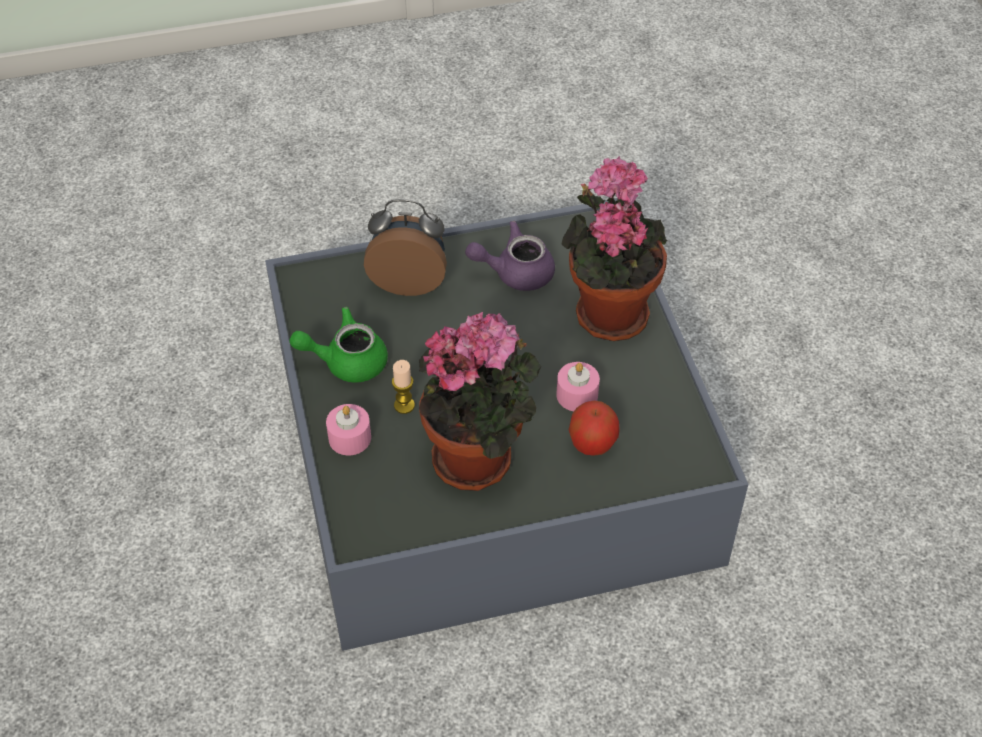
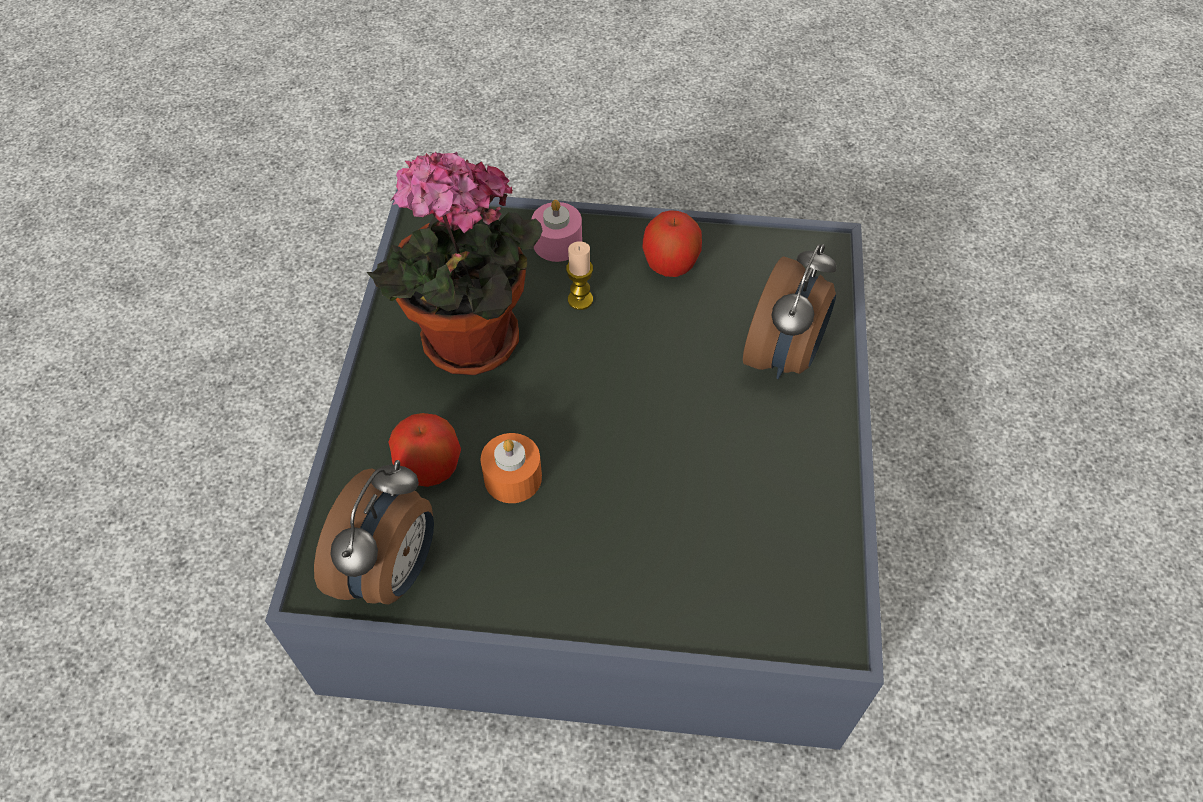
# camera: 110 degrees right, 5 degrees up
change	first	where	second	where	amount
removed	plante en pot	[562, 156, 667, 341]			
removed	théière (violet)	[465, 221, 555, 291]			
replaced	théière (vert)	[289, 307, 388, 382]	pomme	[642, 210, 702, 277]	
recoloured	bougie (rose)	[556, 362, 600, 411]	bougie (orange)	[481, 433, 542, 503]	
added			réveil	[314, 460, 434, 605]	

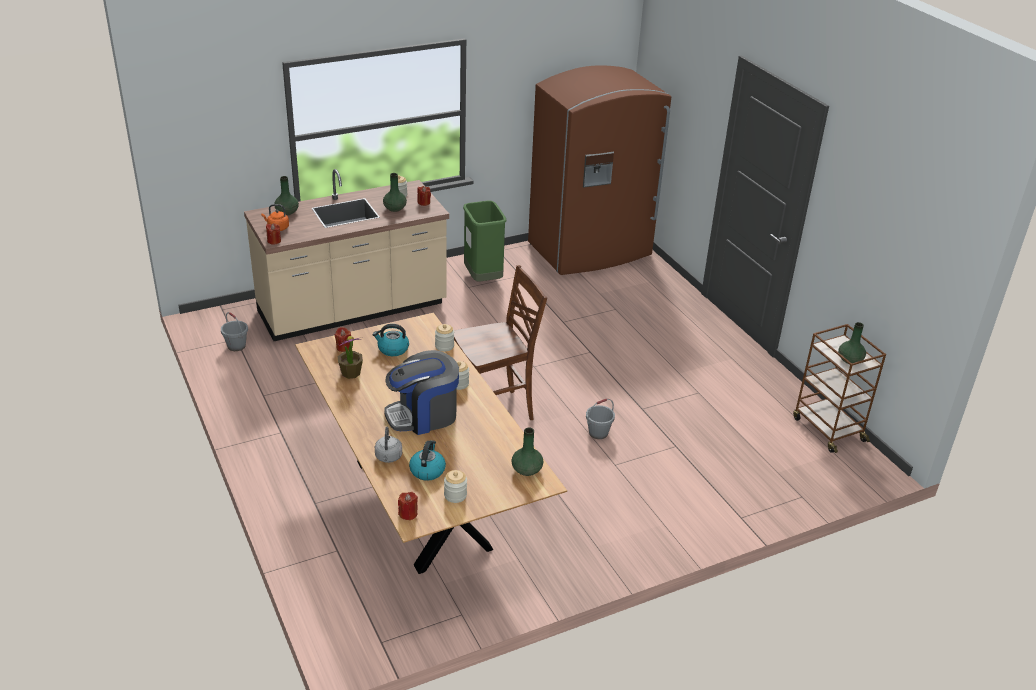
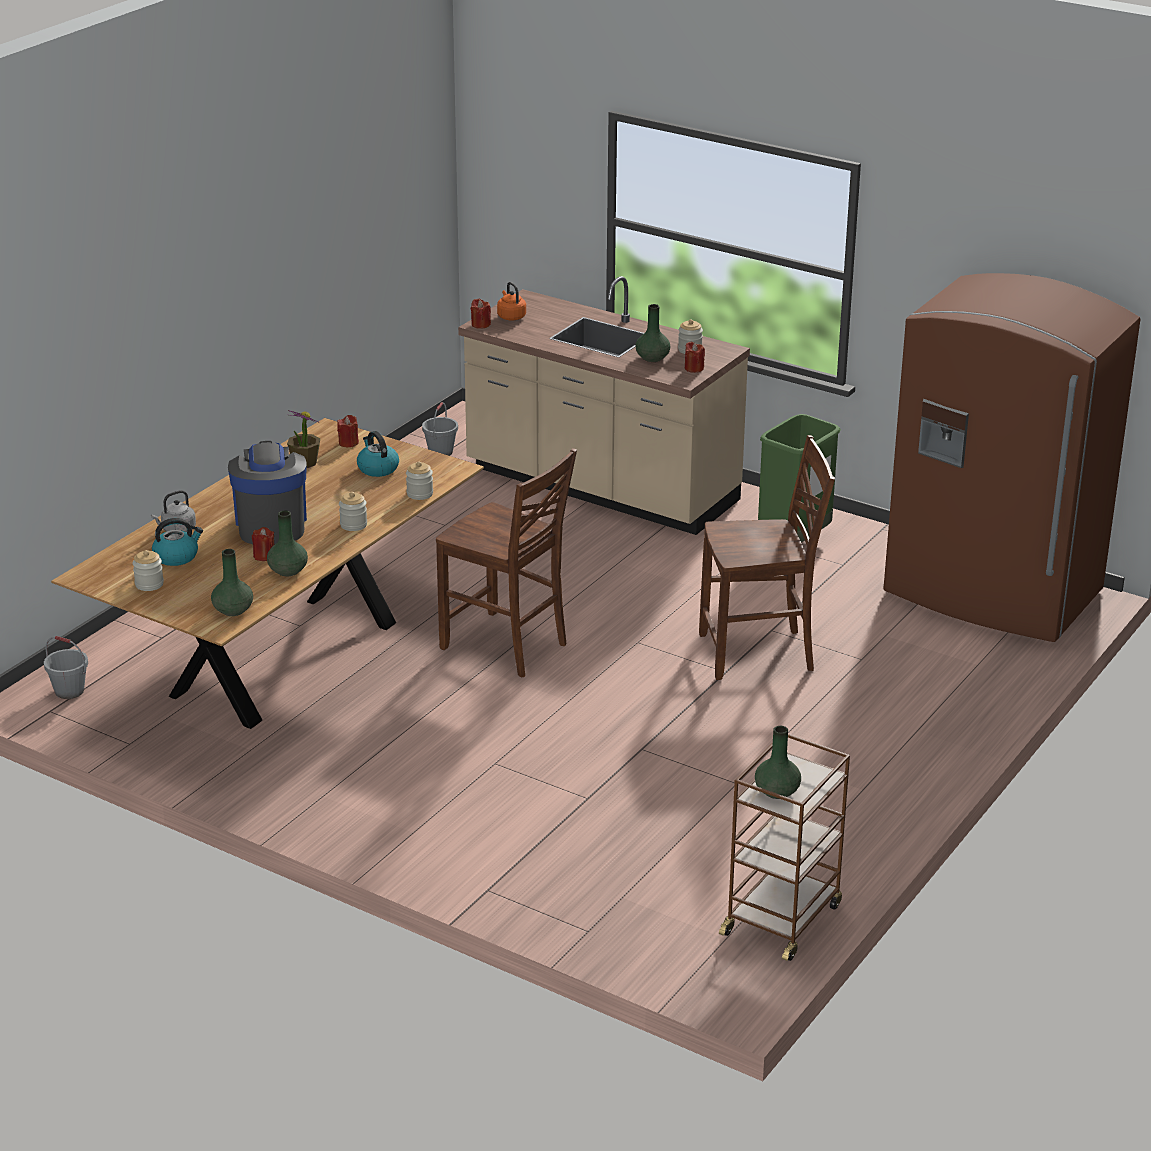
# camera: 60 degrees right, 5 degrees down
change	first	where	second	where	amount
moved	vase (vert)	[274, 176, 299, 215]		[267, 511, 308, 576]	
turned	machine à café	[384, 350, 459, 435]		[228, 441, 307, 545]	45 degrees clockwise
moved	seau (gris)	[586, 399, 615, 439]		[44, 636, 88, 699]	
moved	bougie (rouge)	[398, 492, 418, 520]		[252, 527, 274, 561]	
added			chaise (marron)	[699, 435, 835, 680]	

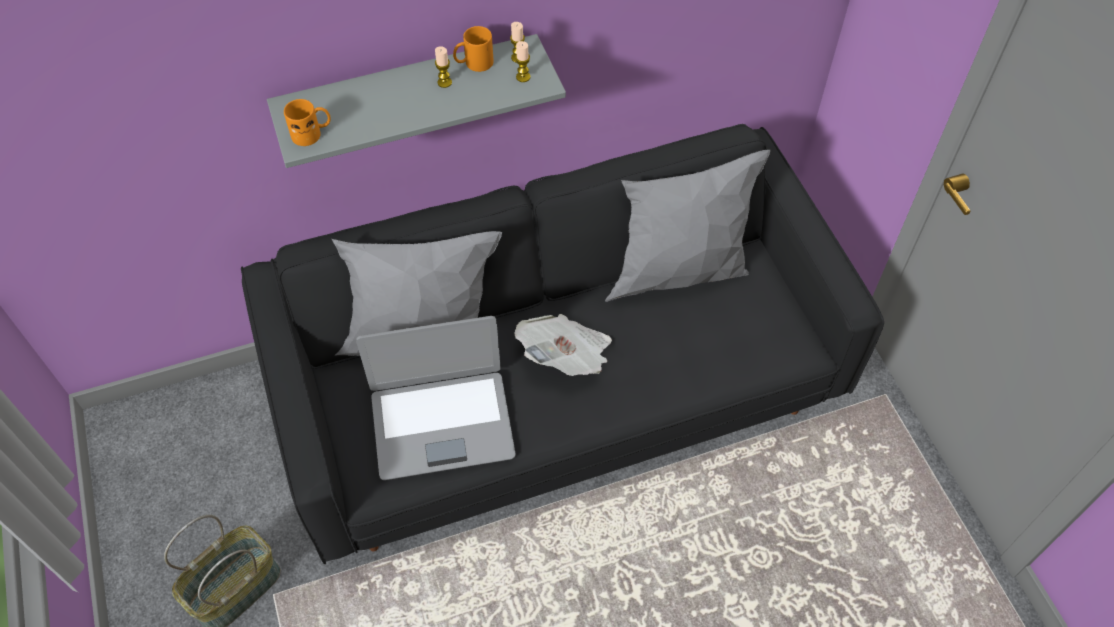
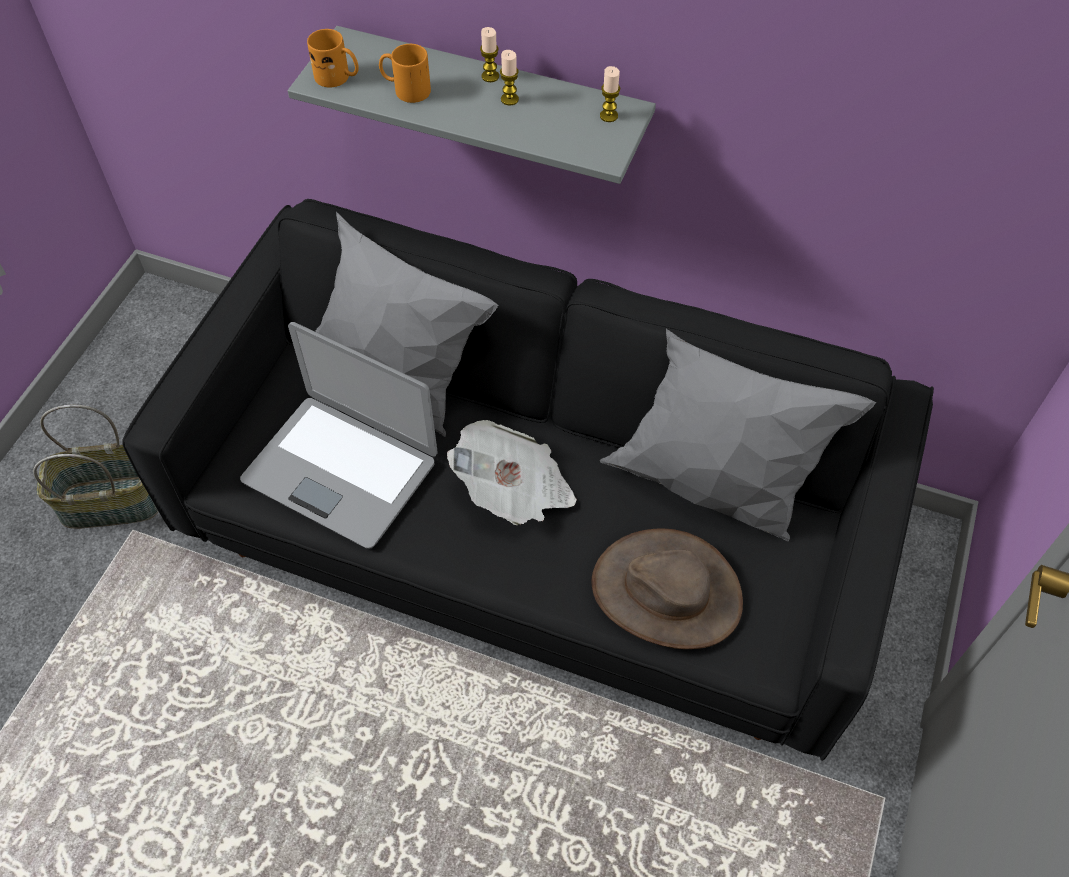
# camera: 40 degrees right, 0 degrees up
change	first	where	second	where	amount
moved	mug (orange)	[453, 26, 494, 72]		[379, 44, 431, 103]	
moved	bougie	[515, 41, 531, 82]		[480, 27, 499, 82]	
added			chapeau (marron)	[592, 529, 743, 649]	

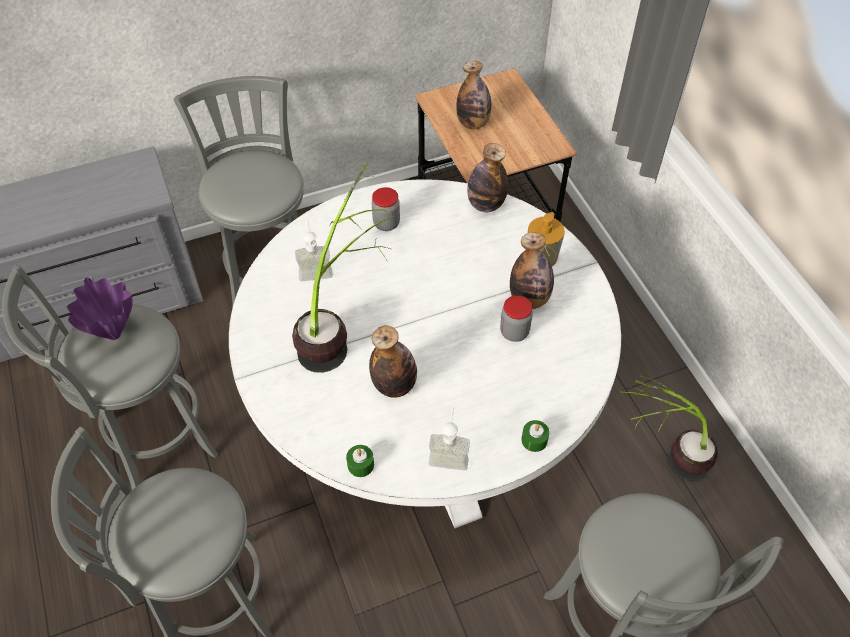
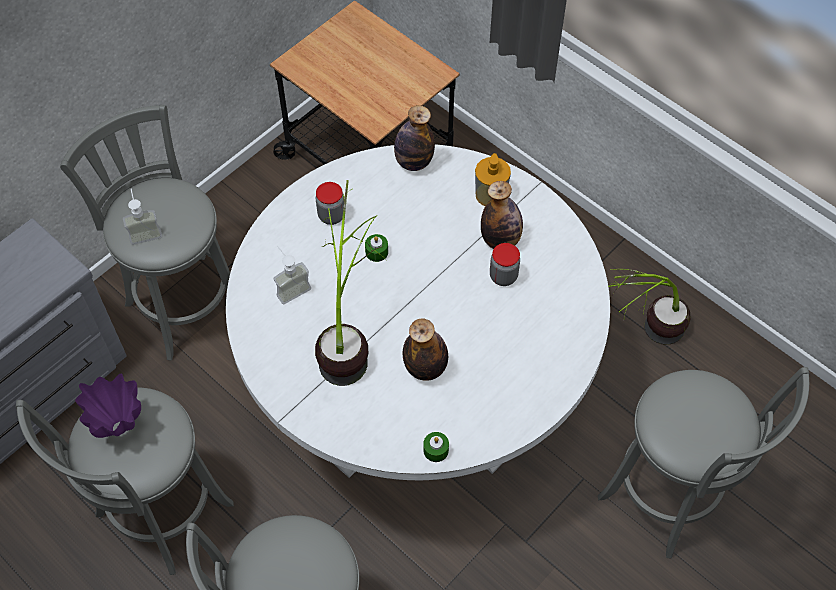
# camera: 25 degrees left, 5 degrees up
change	first	where	second	where	amount
removed	bouteille	[456, 61, 492, 129]			
moved	distributeur de savon	[429, 407, 470, 470]		[123, 189, 162, 245]	
moved	bougie (vert)	[521, 420, 550, 452]		[365, 234, 388, 262]	

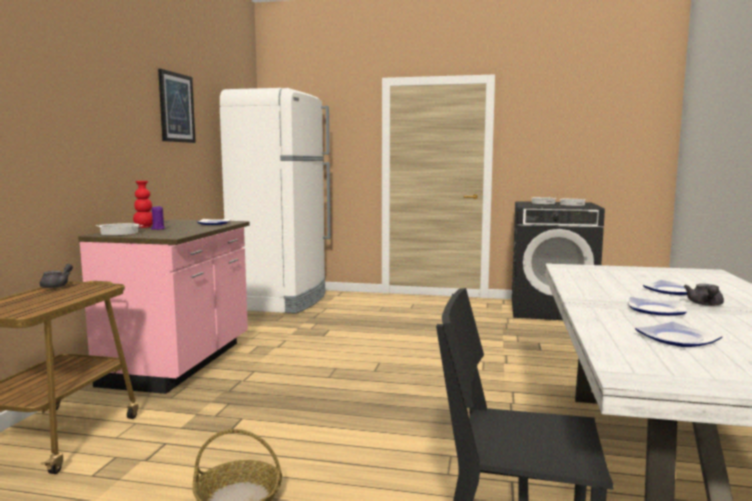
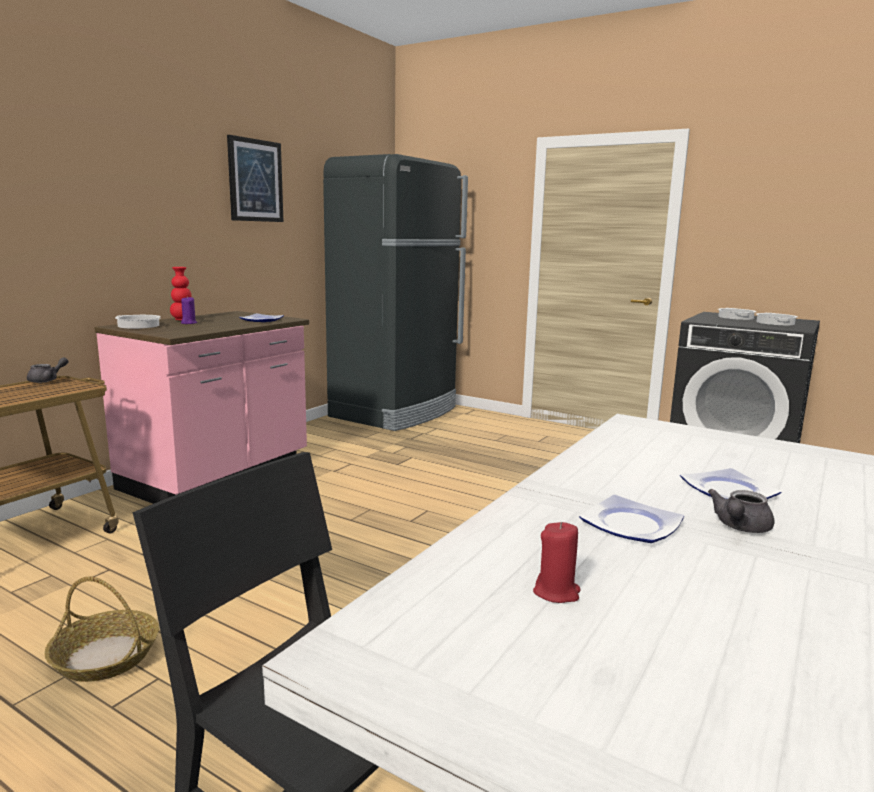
# camera: 20 degrees right, 5 degrees up
change	first	where	second	where	amount
recoloured	réfrigérateur (blanc)	[220, 88, 331, 314]	réfrigérateur (noir)	[323, 154, 468, 431]	
replaced	assiette	[635, 322, 722, 347]	bougie (rouge)	[533, 522, 581, 603]	

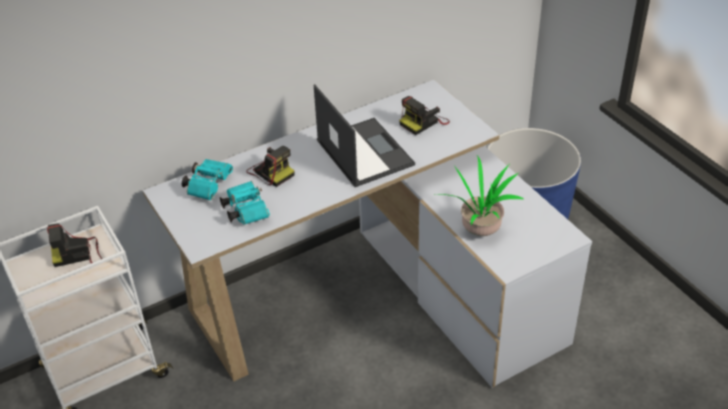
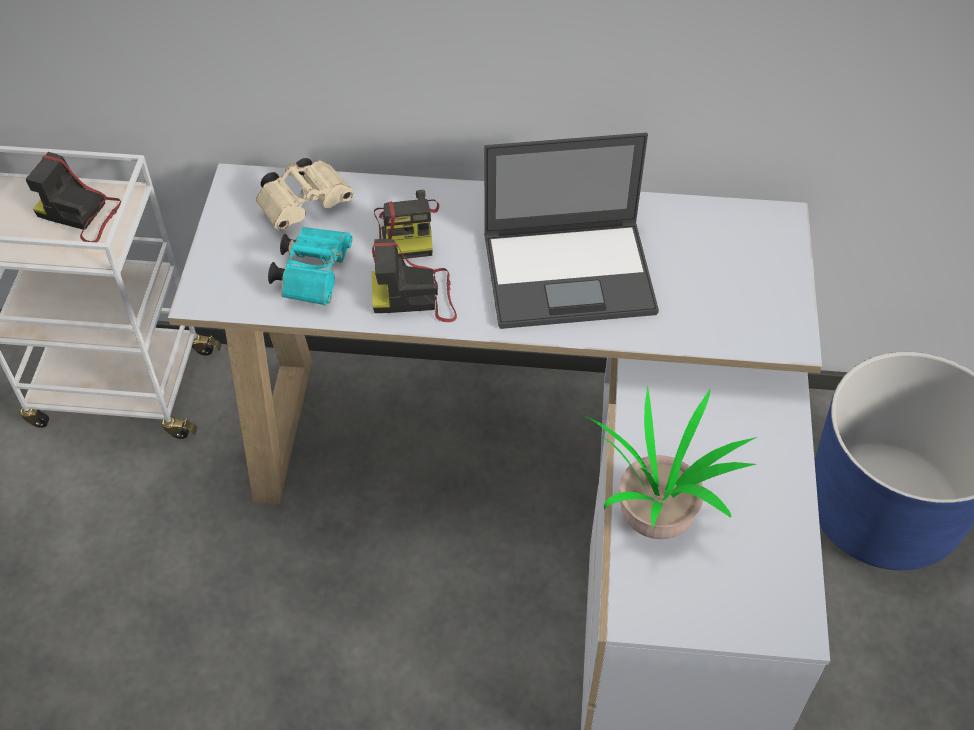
# camera: 35 degrees right, 10 degrees up
change	first	where	second	where	amount
turned	ordinateur portable	[314, 84, 415, 187]		[484, 133, 659, 329]	75 degrees clockwise
moved	appareil photo	[399, 96, 450, 135]		[372, 239, 457, 322]	
recoloured	jumelles (turquoise)	[182, 159, 233, 200]	jumelles (beige)	[256, 158, 354, 231]	

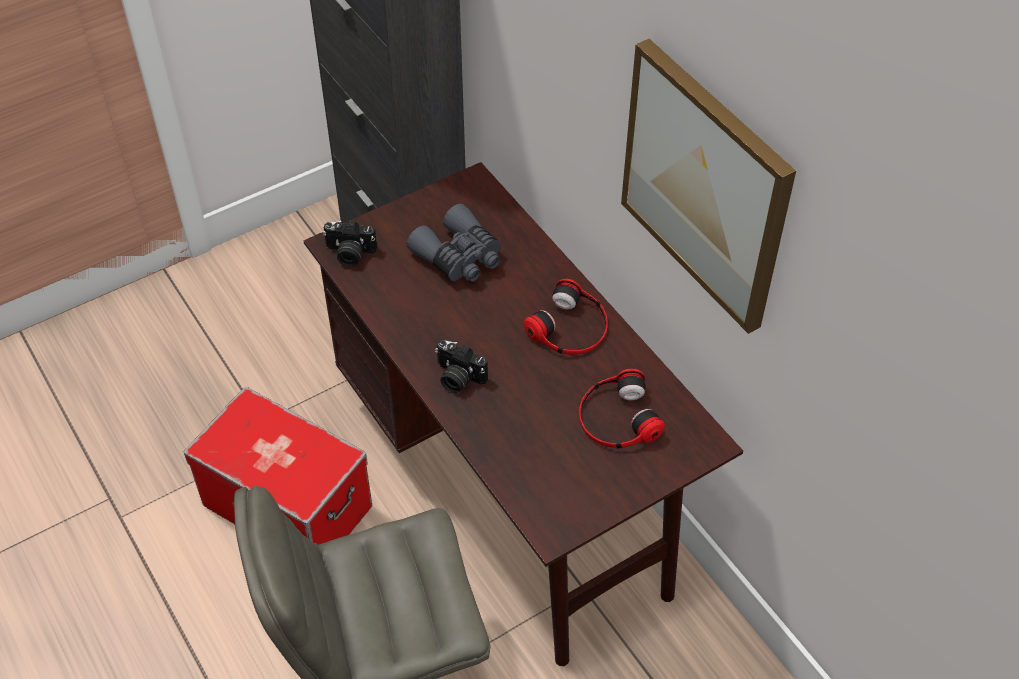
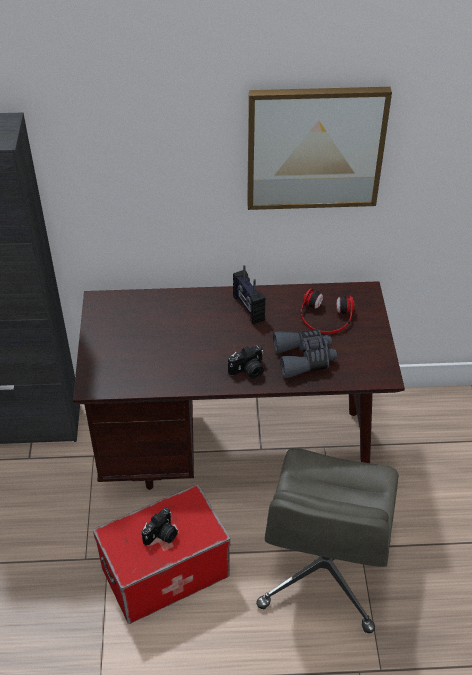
# camera: 60 degrees left, 5 degrees down
change	first	where	second	where	amount
moved	jumelles (gris)	[407, 204, 501, 282]		[273, 330, 337, 378]	
moved	appareil photo	[323, 220, 377, 266]		[142, 507, 178, 546]	
replaced	casque audio	[524, 279, 608, 355]	radio	[233, 265, 266, 324]	

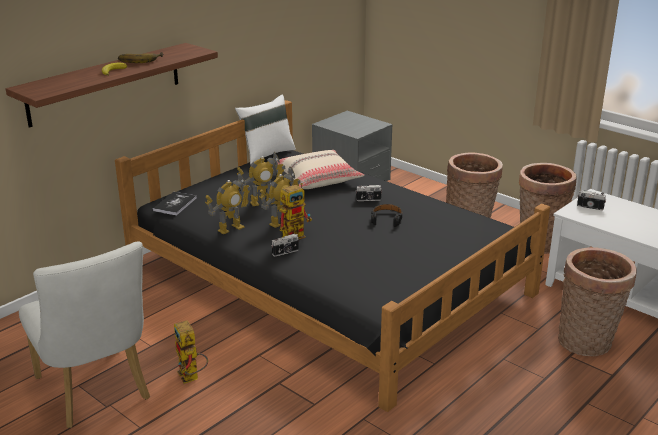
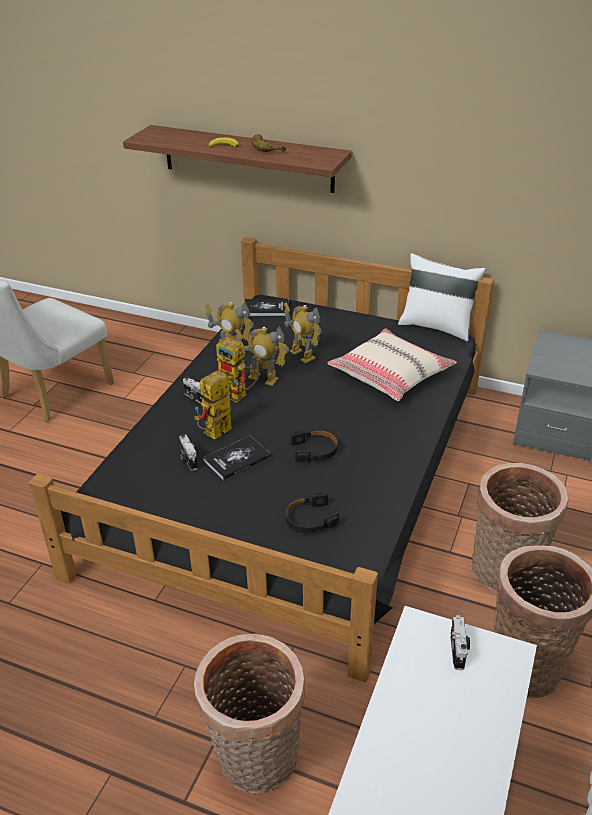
# camera: 70 degrees right, 10 degrees up
change	first	where	second	where	amount
moved	appareil photo	[356, 185, 382, 201]		[179, 434, 198, 471]	
moved	robot jouet	[174, 320, 208, 384]		[194, 371, 232, 439]	
added			livre	[203, 436, 271, 480]	
added			casque audio (noir)	[285, 492, 339, 533]	

